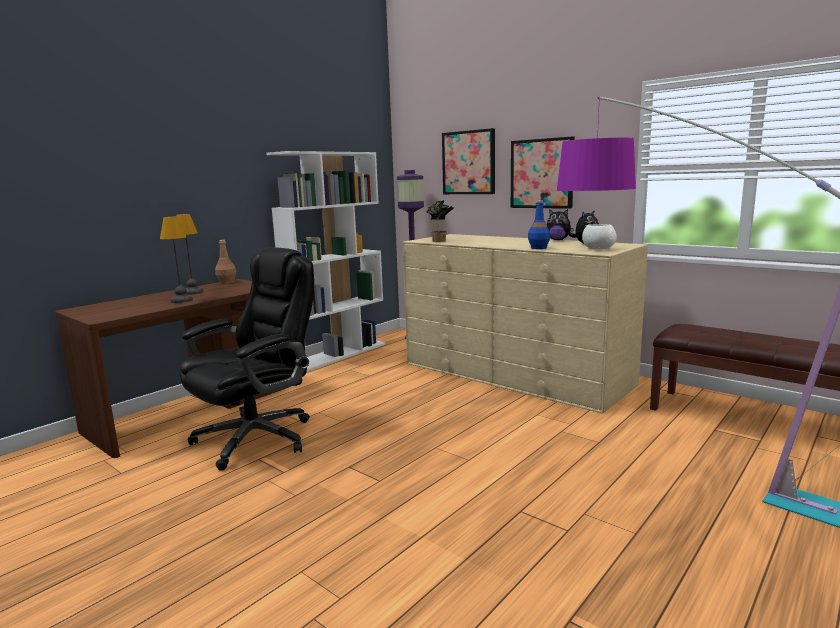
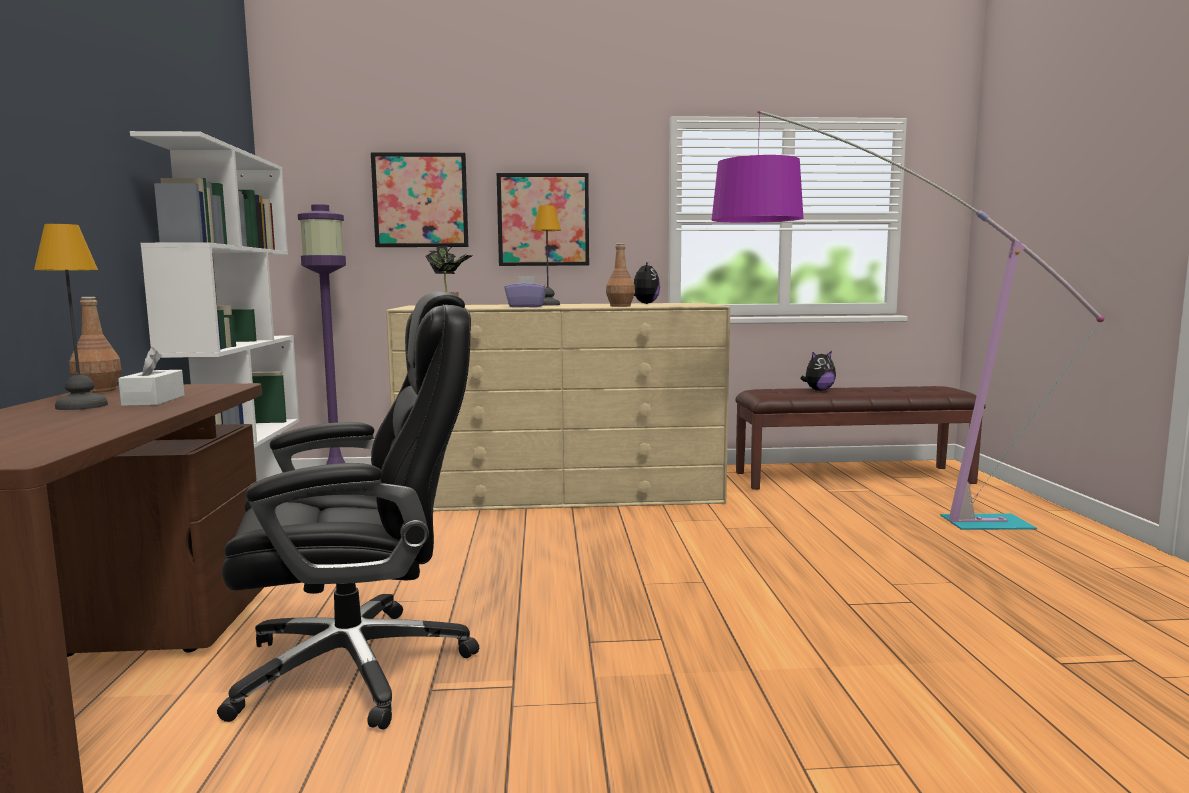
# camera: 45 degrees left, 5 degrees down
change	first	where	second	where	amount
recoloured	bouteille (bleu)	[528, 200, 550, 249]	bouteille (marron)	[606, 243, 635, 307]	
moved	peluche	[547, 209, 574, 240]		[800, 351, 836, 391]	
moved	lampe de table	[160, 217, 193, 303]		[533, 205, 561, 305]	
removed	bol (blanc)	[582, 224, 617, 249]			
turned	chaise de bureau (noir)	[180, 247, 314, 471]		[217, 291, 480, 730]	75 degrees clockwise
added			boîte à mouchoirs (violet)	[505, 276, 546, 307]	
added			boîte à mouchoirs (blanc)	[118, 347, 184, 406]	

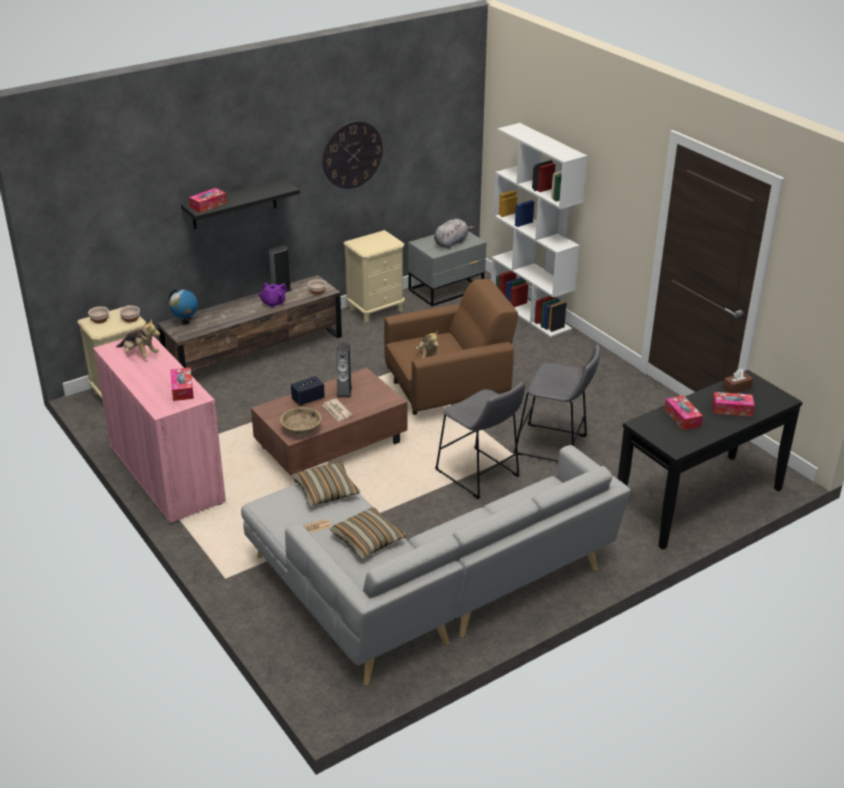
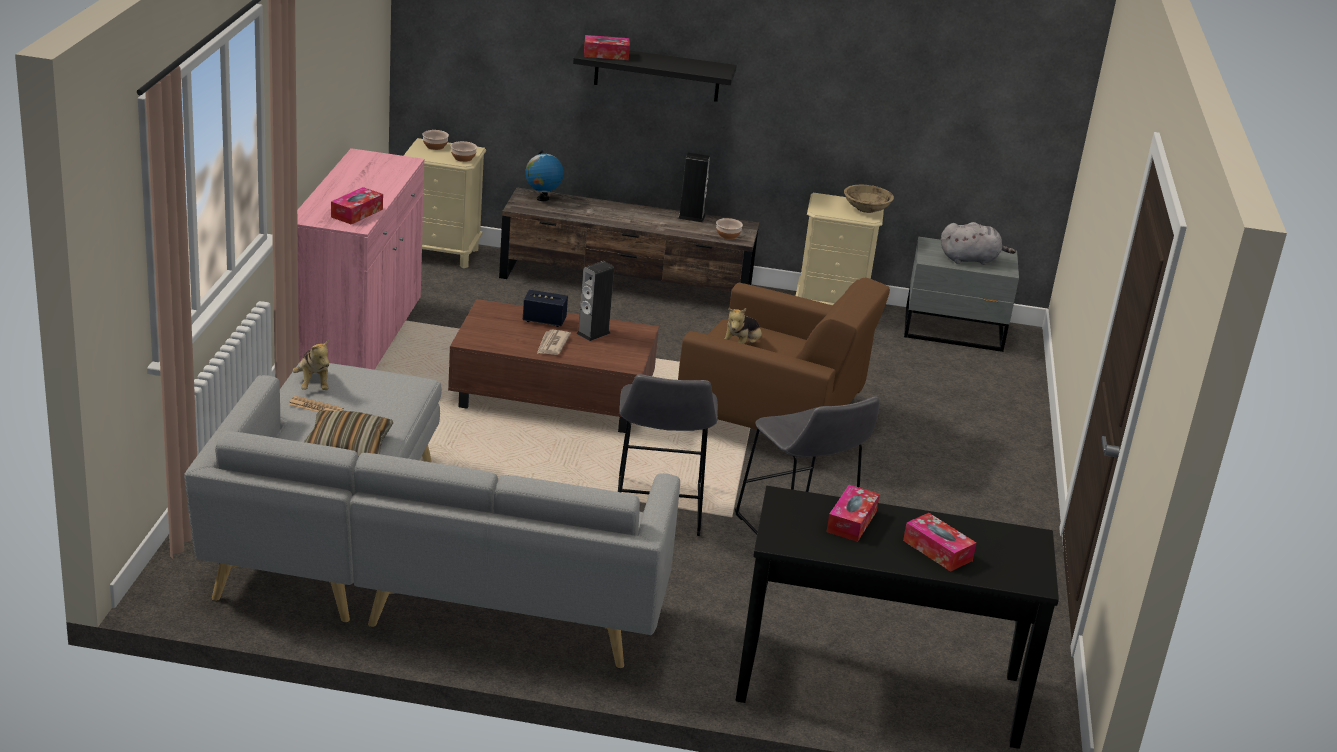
# camera: 40 degrees right, 5 degrees down
change	first	where	second	where	amount
removed	horloge murale	[322, 121, 383, 189]			
removed	bibliothèque (blanc)	[491, 123, 587, 338]			
removed	théière (violet)	[259, 283, 287, 308]			
moved	peluche	[116, 318, 160, 358]		[293, 339, 329, 390]	
removed	boîte à mouchoirs (marron)	[723, 369, 753, 393]			
moved	bol (beige)	[280, 407, 322, 434]		[844, 185, 894, 213]	
removed	coussin	[293, 463, 360, 506]			

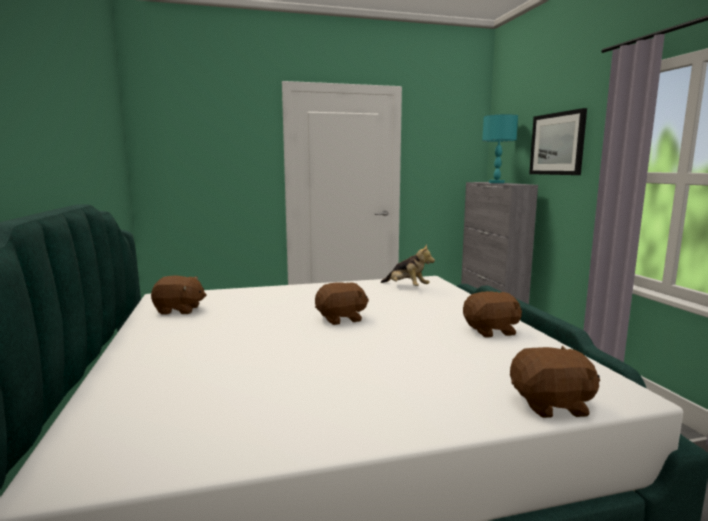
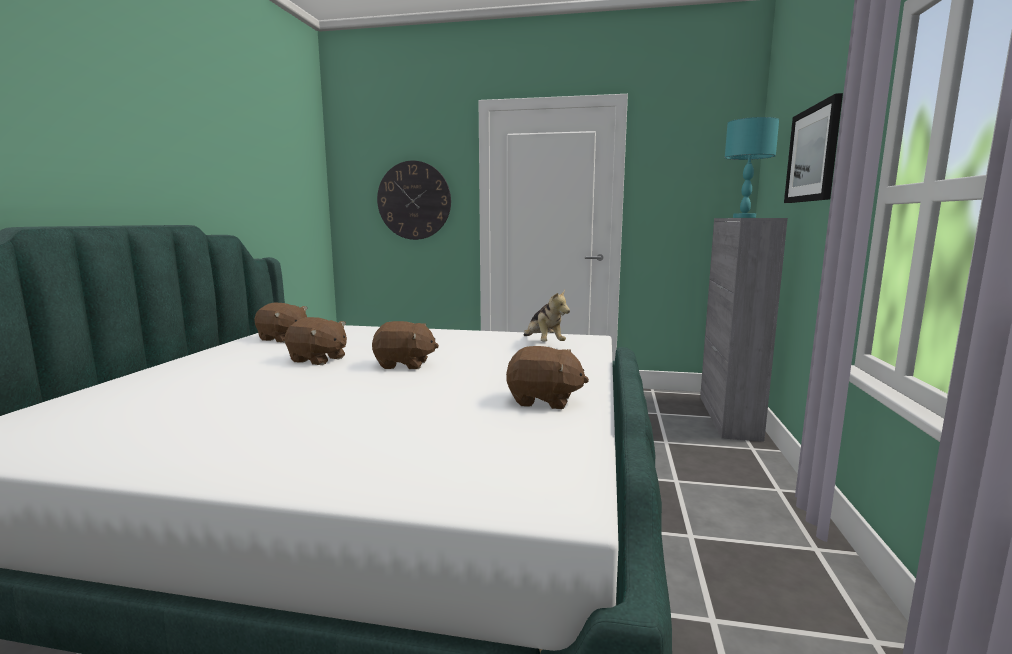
# camera: 25 degrees right, 0 degrees up
change	first	where	second	where	amount
moved	peluche (marron)	[510, 345, 600, 418]		[285, 317, 347, 365]	
added			horloge murale	[377, 160, 451, 240]	

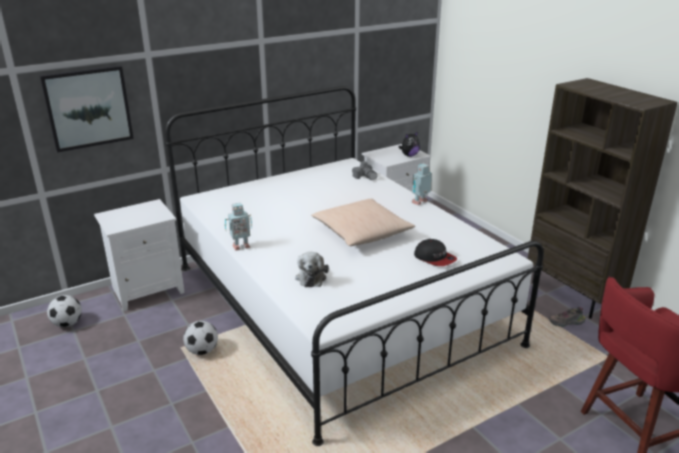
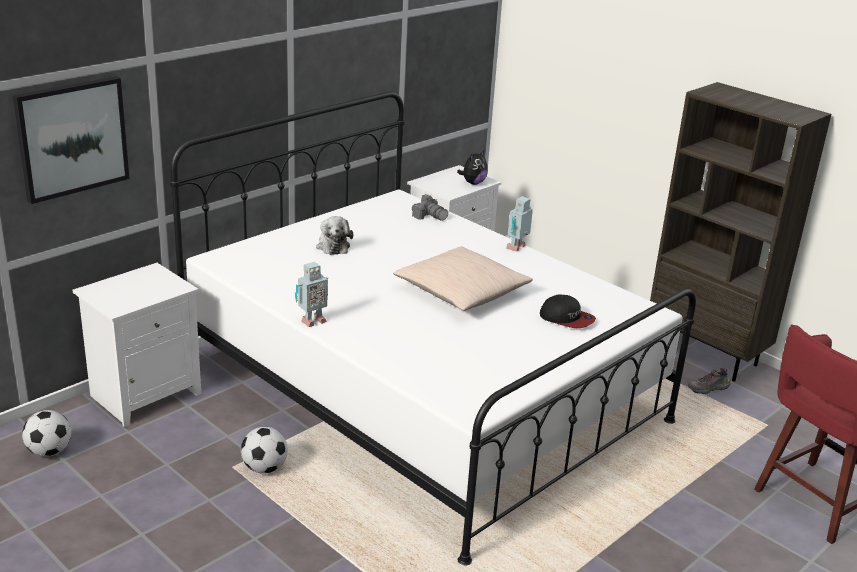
# camera: 15 degrees left, 0 degrees up
change	first	where	second	where	amount
moved	peluche	[295, 252, 329, 287]		[316, 216, 353, 255]	

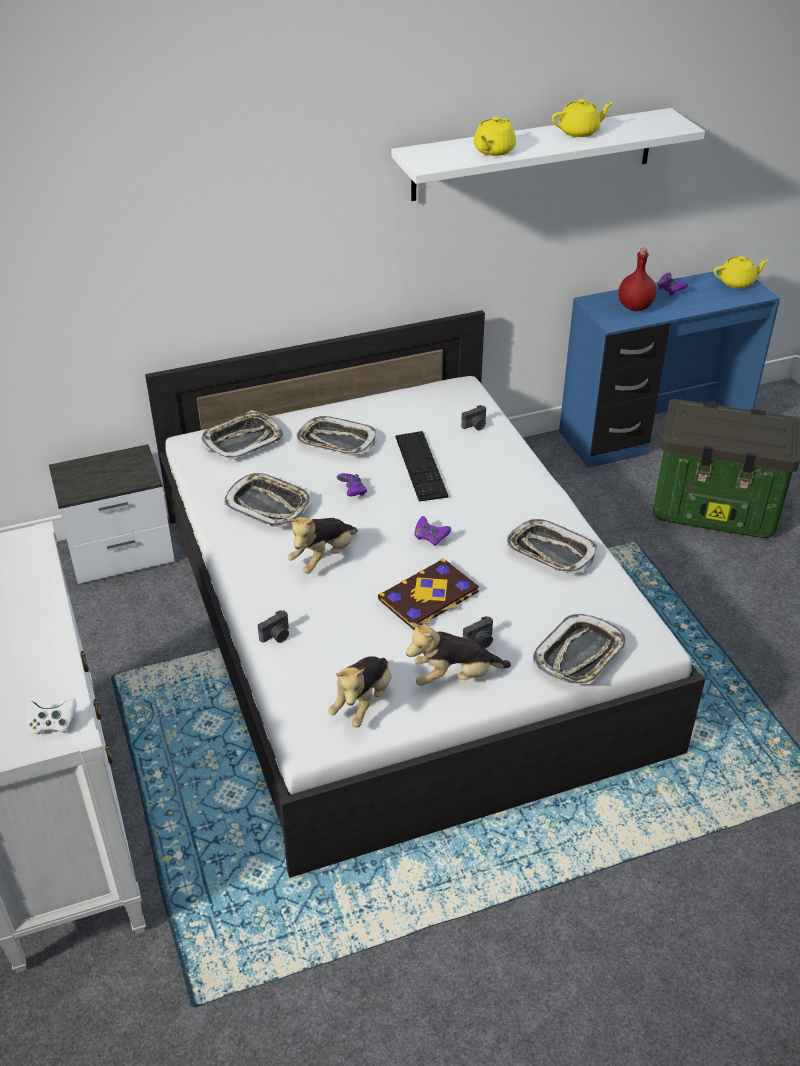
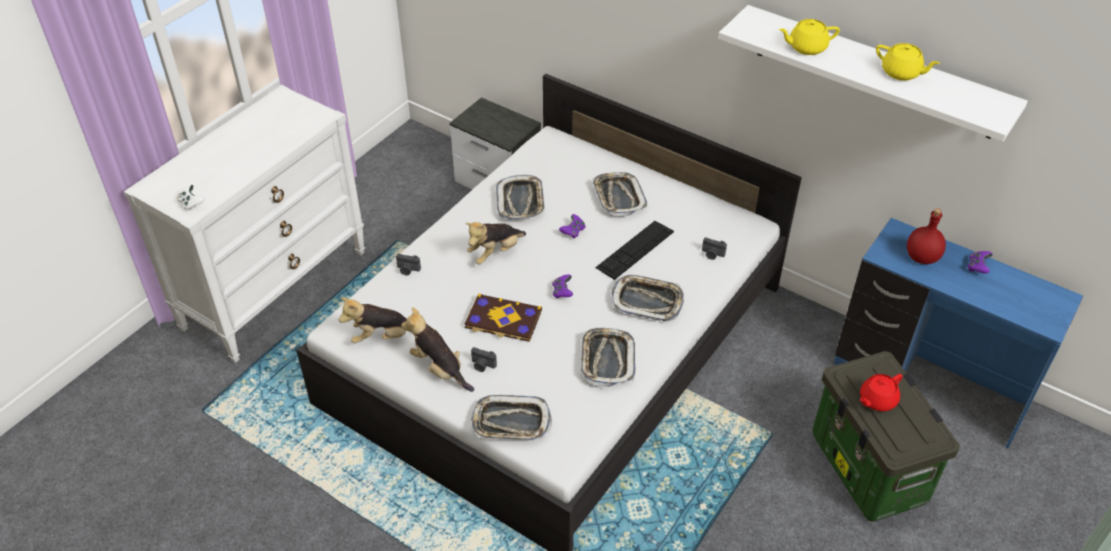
# camera: 55 degrees right, 5 degrees up
change	first	where	second	where	amount
removed	théière (jaune)	[714, 256, 769, 288]			
moved	plateau	[201, 410, 284, 460]		[612, 275, 684, 321]	
turned	peluche	[288, 517, 357, 574]		[465, 222, 526, 265]	45 degrees counterclockwise
added			théière (rouge)	[860, 374, 903, 411]	

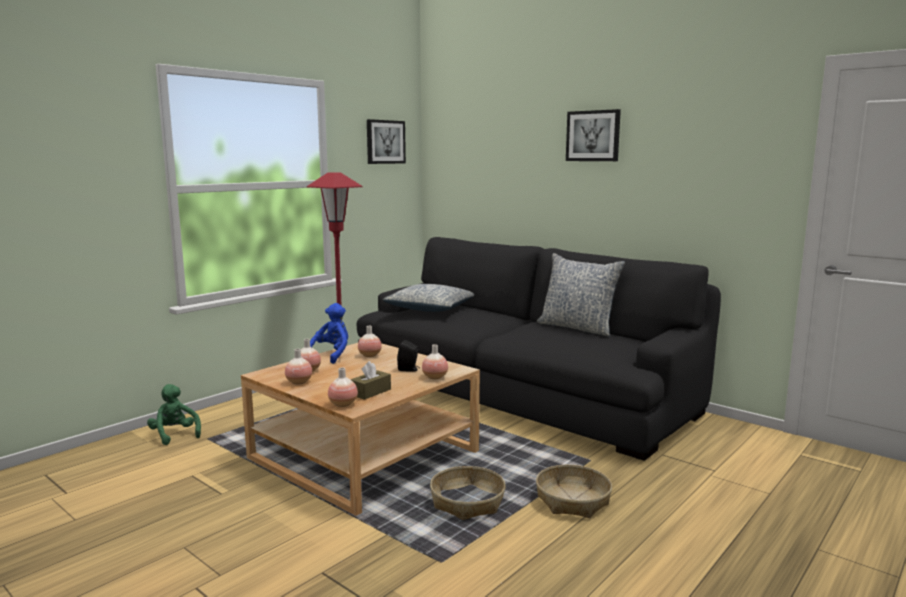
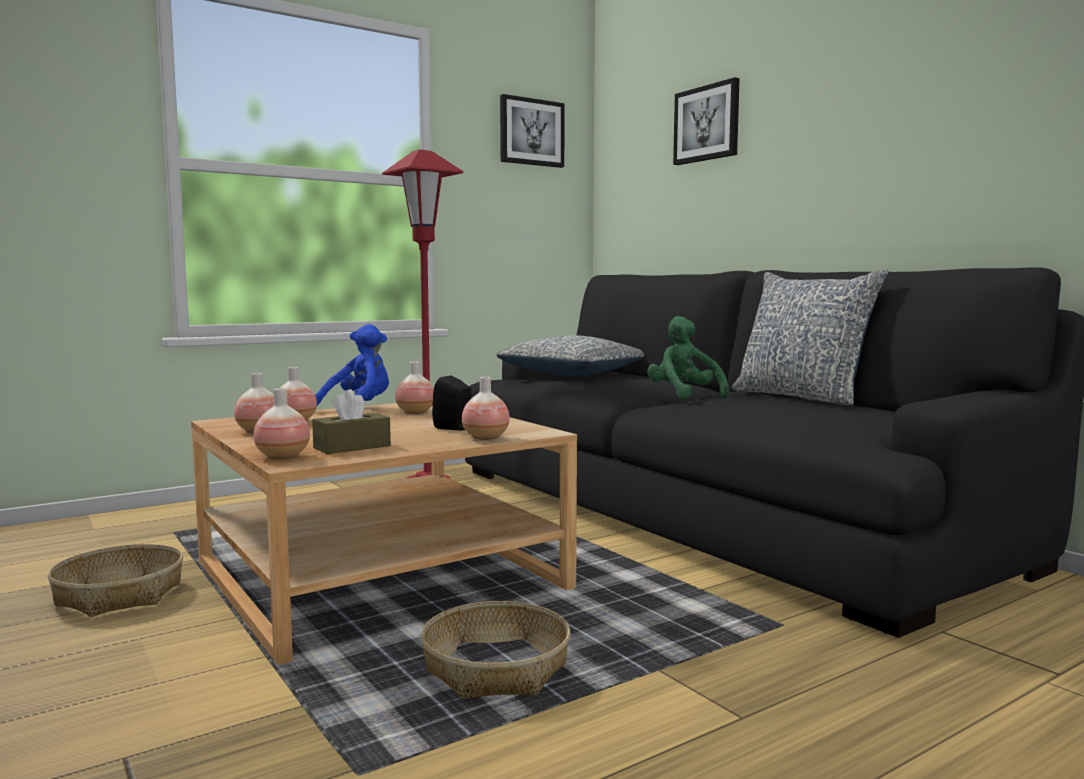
# camera: 15 degrees right, 5 degrees down
change	first	where	second	where	amount
moved	tableau	[566, 109, 621, 161]		[673, 77, 740, 165]	
moved	peluche (vert)	[147, 384, 201, 445]		[647, 316, 729, 399]	
moved	panier	[536, 465, 612, 518]		[47, 544, 183, 617]	

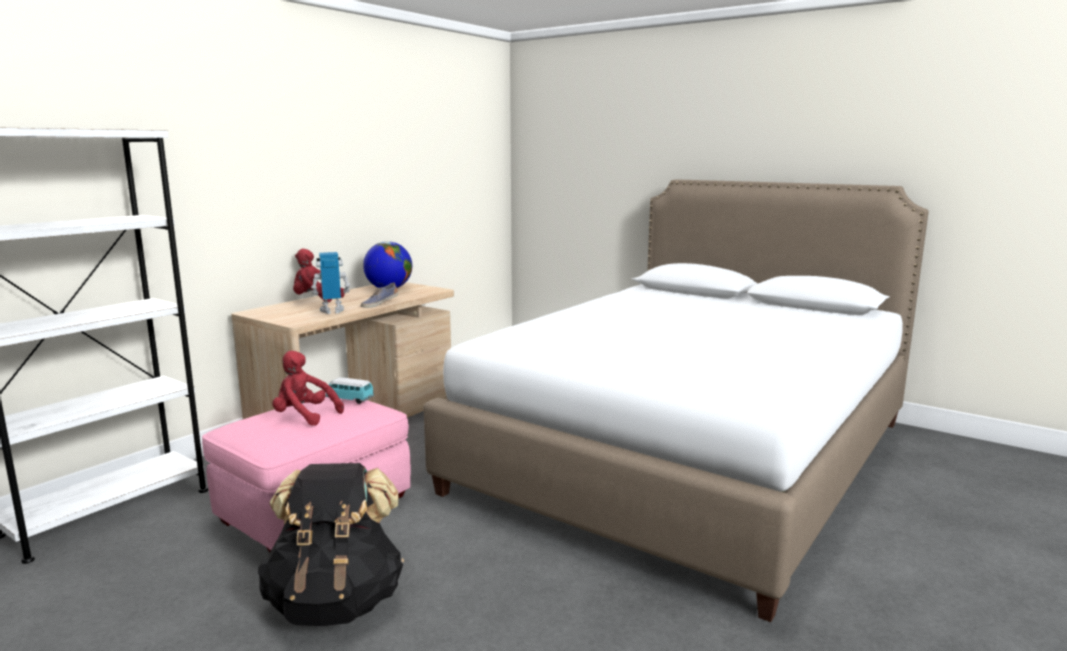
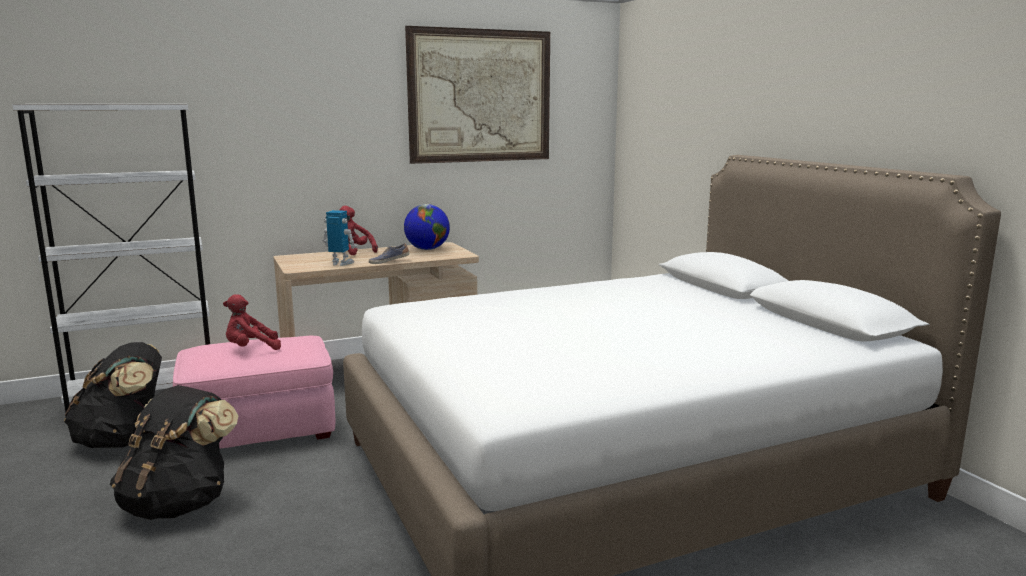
# camera: 30 degrees right, 0 degrees up
change	first	where	second	where	amount
turned	peluche (rouge)	[272, 351, 344, 426]		[223, 294, 281, 350]	75 degrees counterclockwise
removed	petite voiture	[325, 377, 374, 404]			
added			tableau	[405, 26, 550, 164]	
added			sac à dos (noir)	[64, 342, 162, 448]	

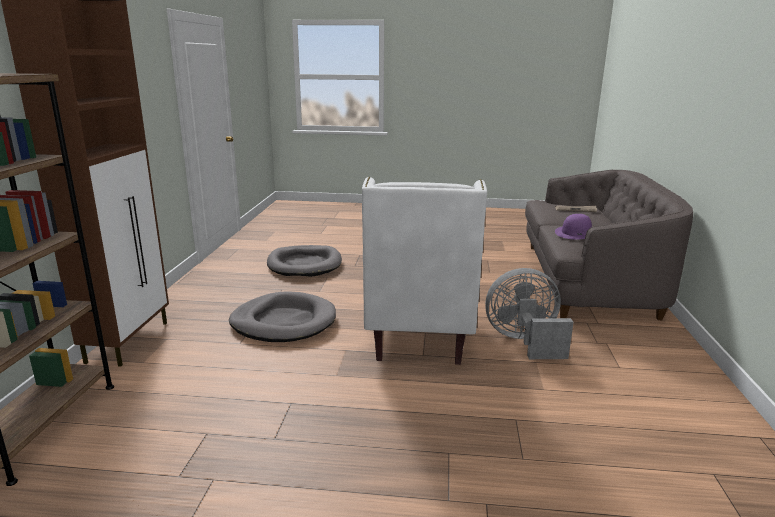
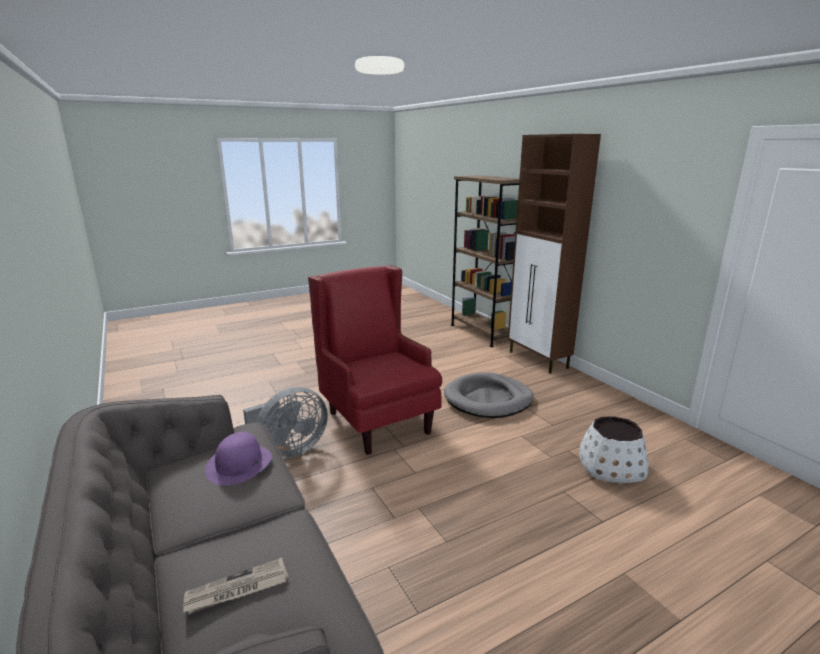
# camera: 145 degrees right, 0 degrees up
change	first	where	second	where	amount
recoloured	fauteuil (blanc)	[362, 177, 487, 365]	fauteuil (rouge)	[308, 265, 442, 455]	
replaced	panier pour chien (gris)	[267, 245, 342, 277]	cache-pot (blanc)	[579, 417, 649, 483]	

